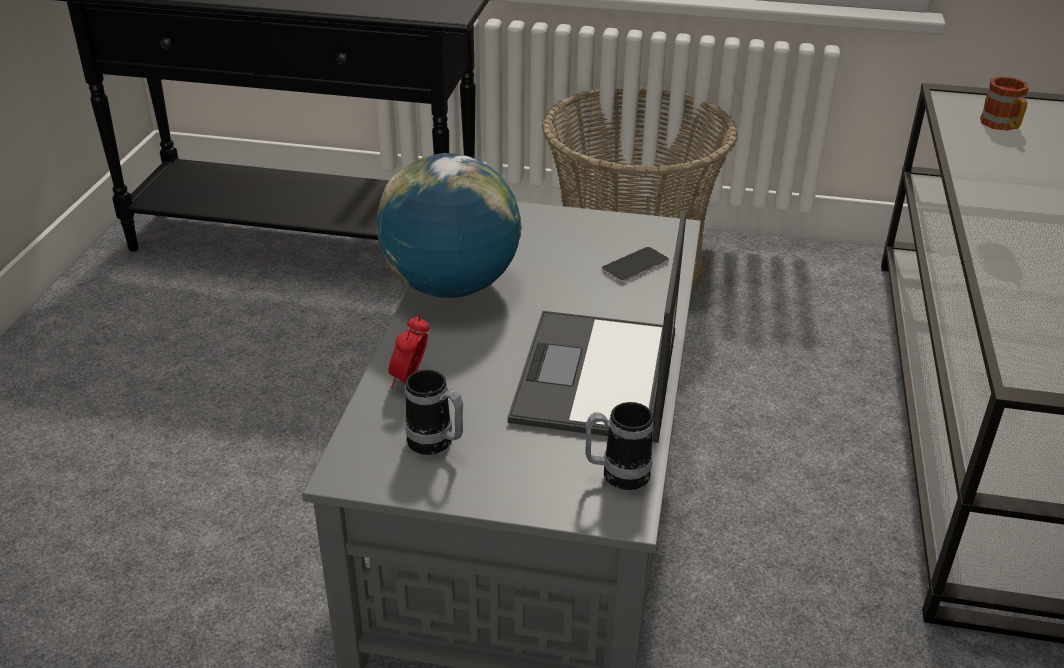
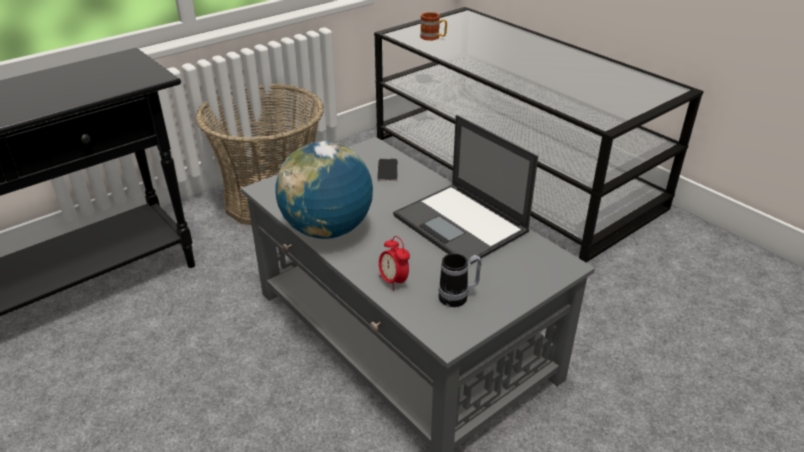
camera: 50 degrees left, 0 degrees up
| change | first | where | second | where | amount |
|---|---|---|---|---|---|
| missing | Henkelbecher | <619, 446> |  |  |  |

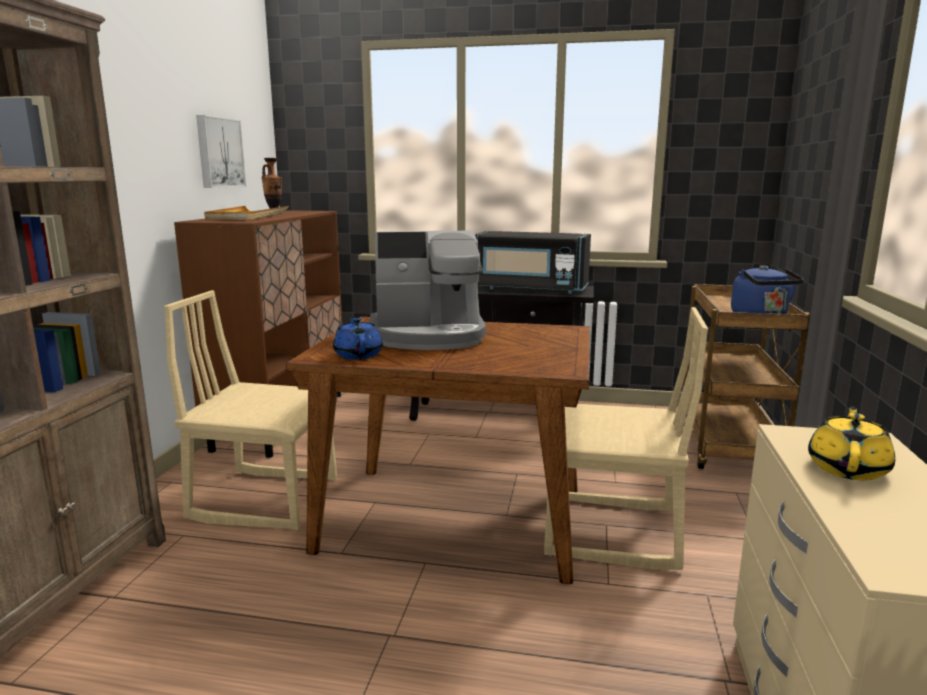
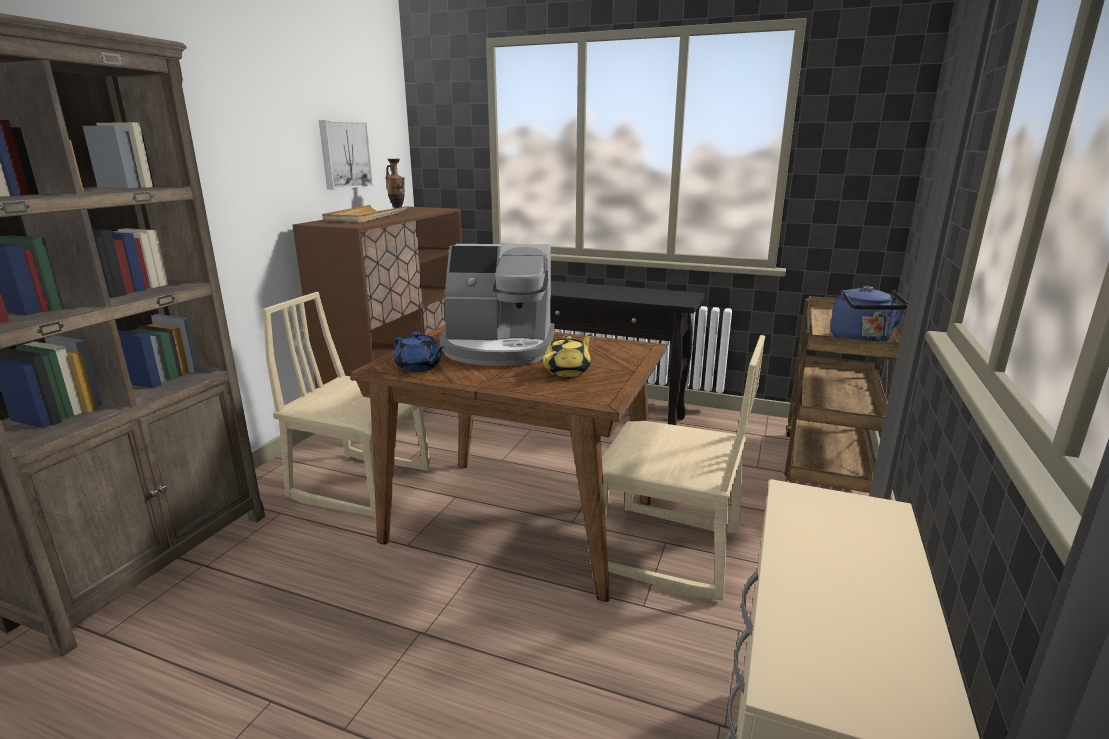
camera: 10 degrees right, 5 degrees up
| change | first | where | second | where | amount |
|---|---|---|---|---|---|
| spun | Teekanne/blau | <358, 339> |  | <419, 352> | 135 degrees clockwise |
| relocated | Teekanne/gelb | <851, 443> |  | <567, 356> |  |
| missing | Mikrowelle/schwarz | <533, 262> |  |  |  |

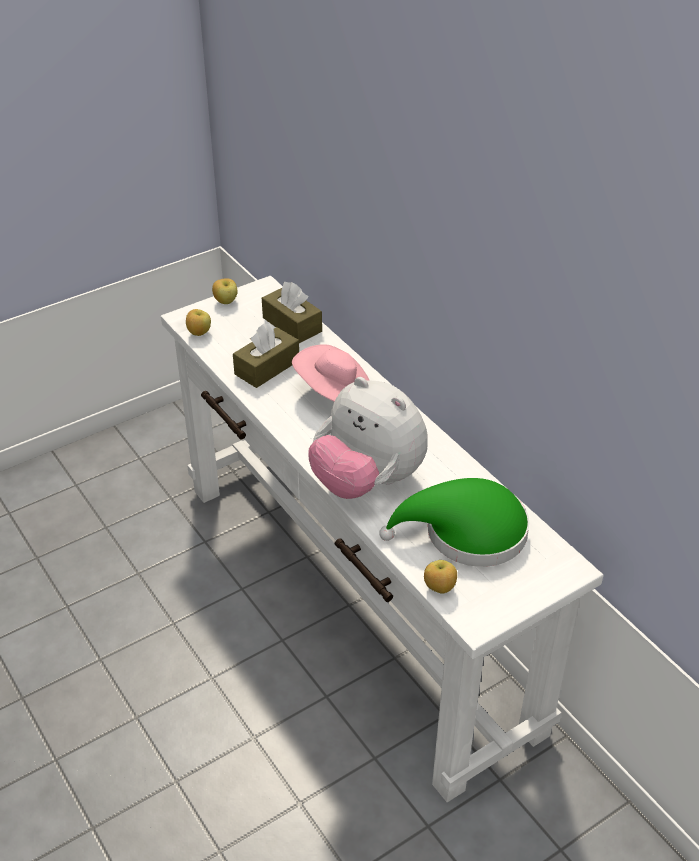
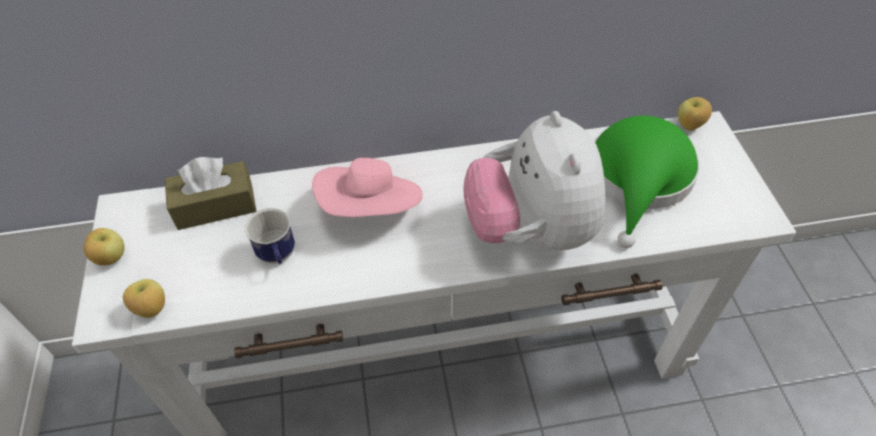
camera: 65 degrees left, 10 degrees up
| change | first | where | second | where | amount |
|---|---|---|---|---|---|
| exchanged | Taschentuchbox/braun | <266, 355> | Henkelbecher | <269, 236> |  |
| spun | Plüschtier | <368, 438> |  | <534, 180> | 105 degrees clockwise |
| relocated | Apfel | <440, 577> |  | <695, 114> |  |

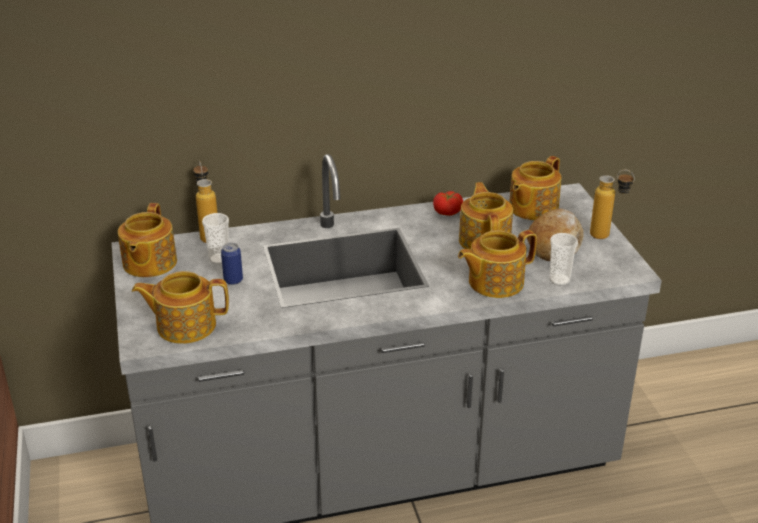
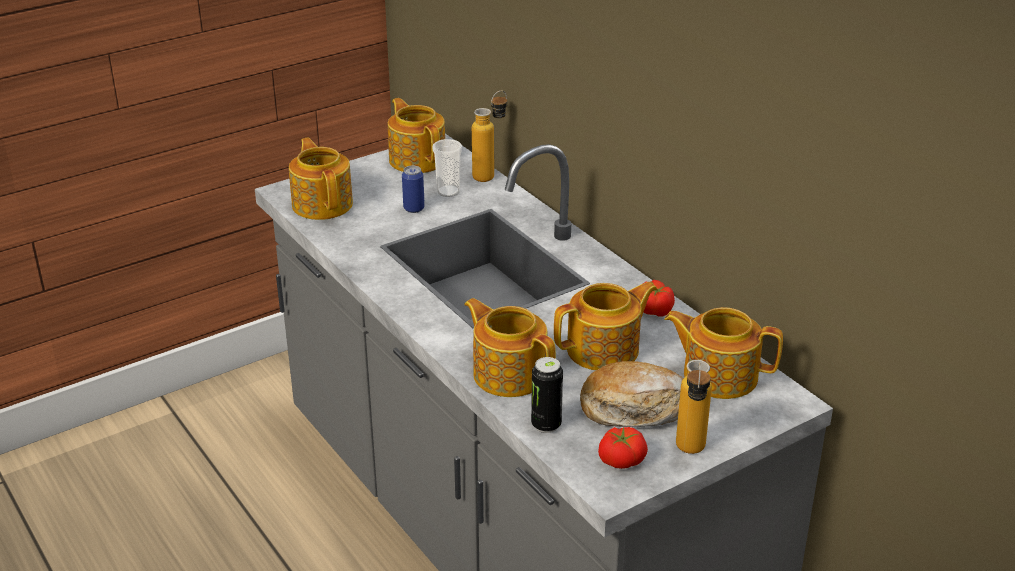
camera: 70 degrees right, 0 degrees up
| change | first | where | second | where | amount |
|---|---|---|---|---|---|
| spun | Teekanne | <147, 240> |  | <416, 135> | 75 degrees clockwise |
| exchanged | Tasse | <563, 259> | Dose | <547, 395> |  |
| appeared |  |  | Tomate | <623, 448> |  |

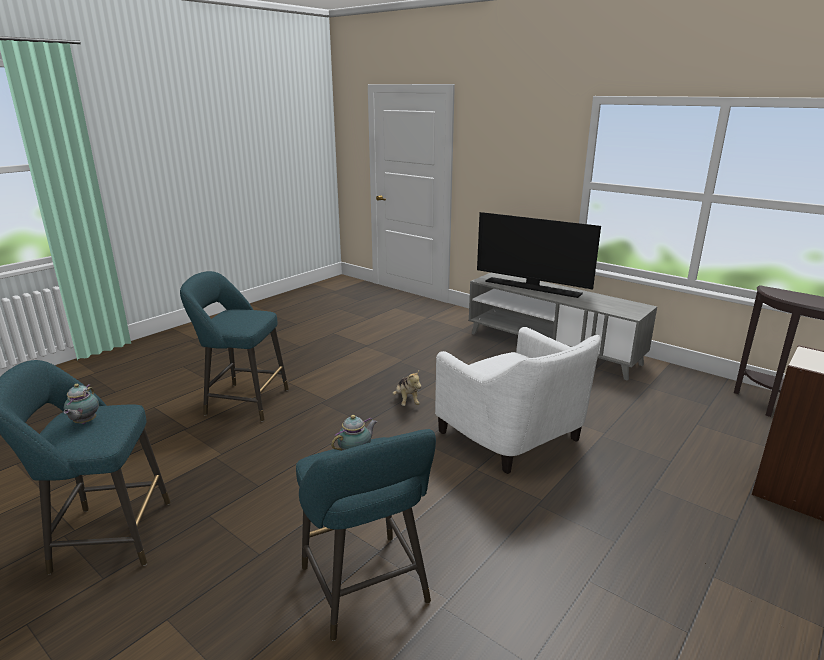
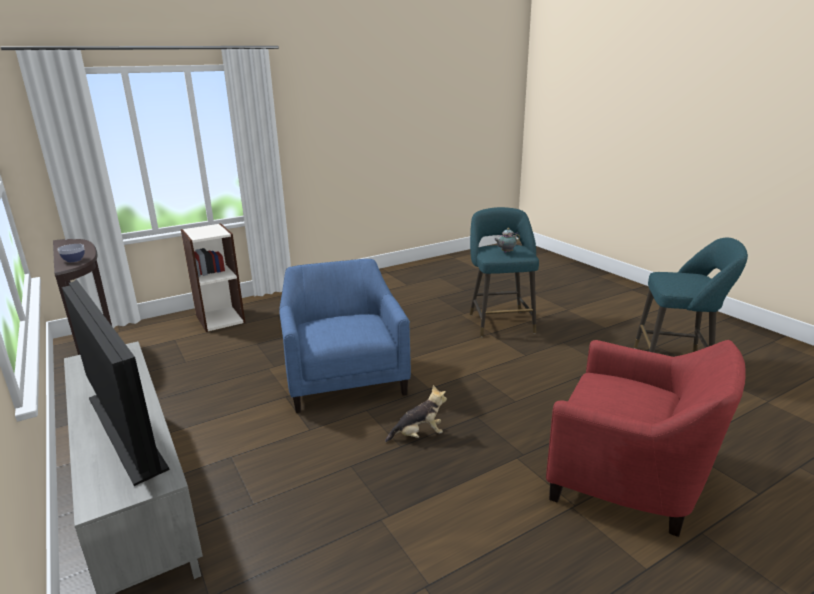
camera: 160 degrees left, 0 degrees up
| change | first | where | second | where | amount |
|---|---|---|---|---|---|
| appeared |  |  | Schüssel | <71, 253> |  |
| colour | Sessel/weiß | <518, 400> | Sessel/blau | <345, 336> |  |
| spun | Plüschtier | <407, 388> |  | <416, 413> | 75 degrees clockwise |
| exchanged | Hocker/türkis | <234, 346> | Sessel/rot | <646, 438> |  |
| missing | Teekanne | <81, 404> |  |  |  |

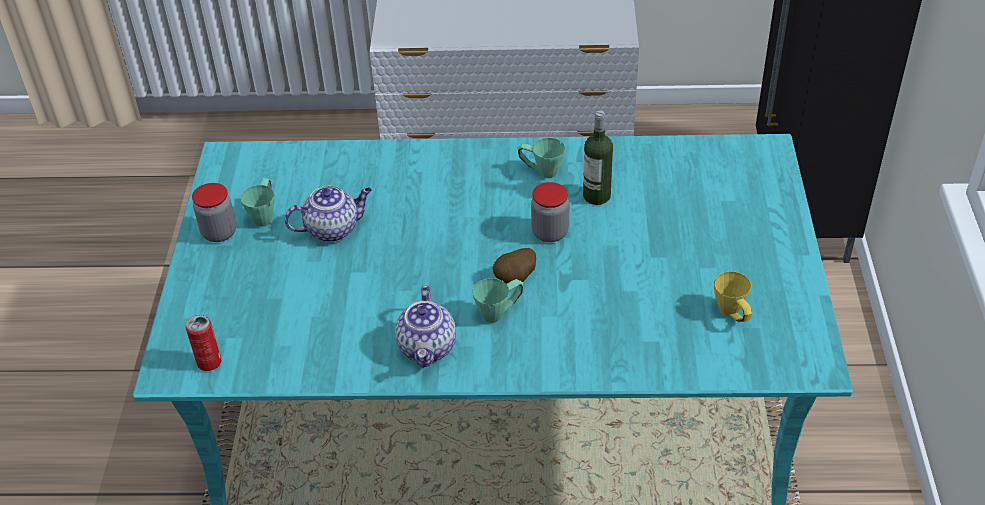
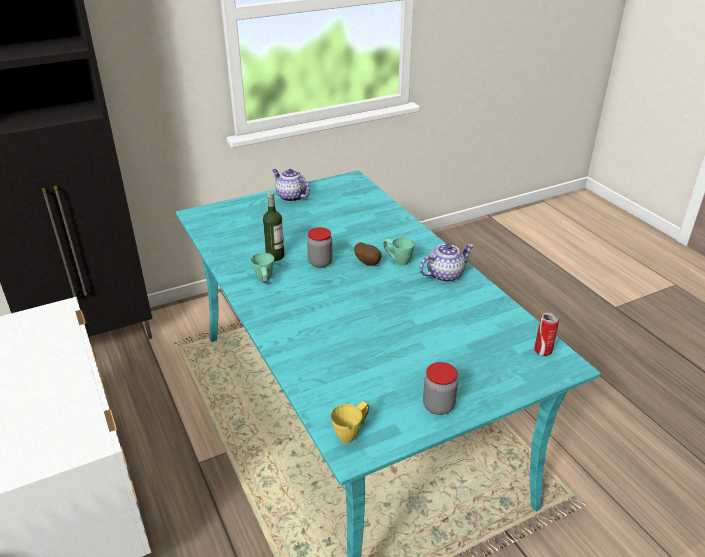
camera: 120 degrees left, 10 degrees down
| change | first | where | second | where | amount |
|---|---|---|---|---|---|
| relocated | Teekanne | <328, 214> |  | <291, 185> |  |
| relocated | Henkelbecher/gelb | <733, 296> |  | <350, 422> |  |
| missing | Henkelbecher/grün | <257, 202> |  |  |  |

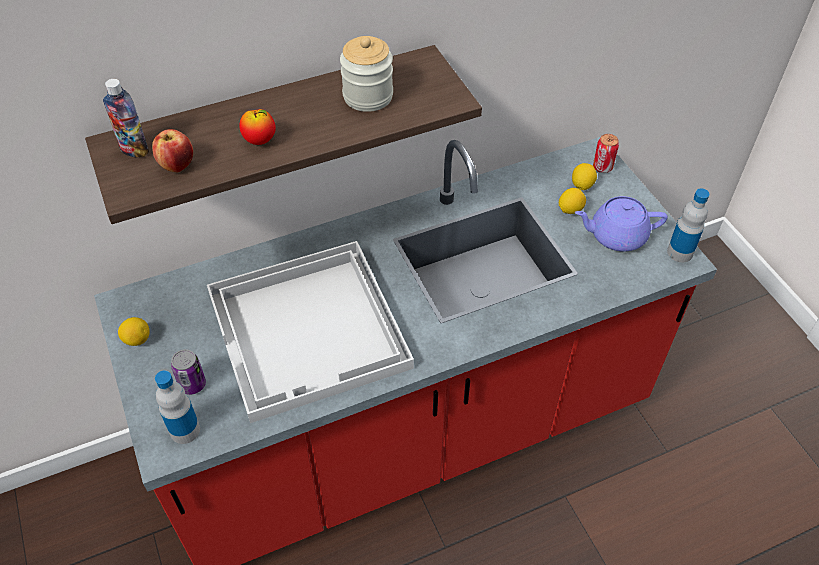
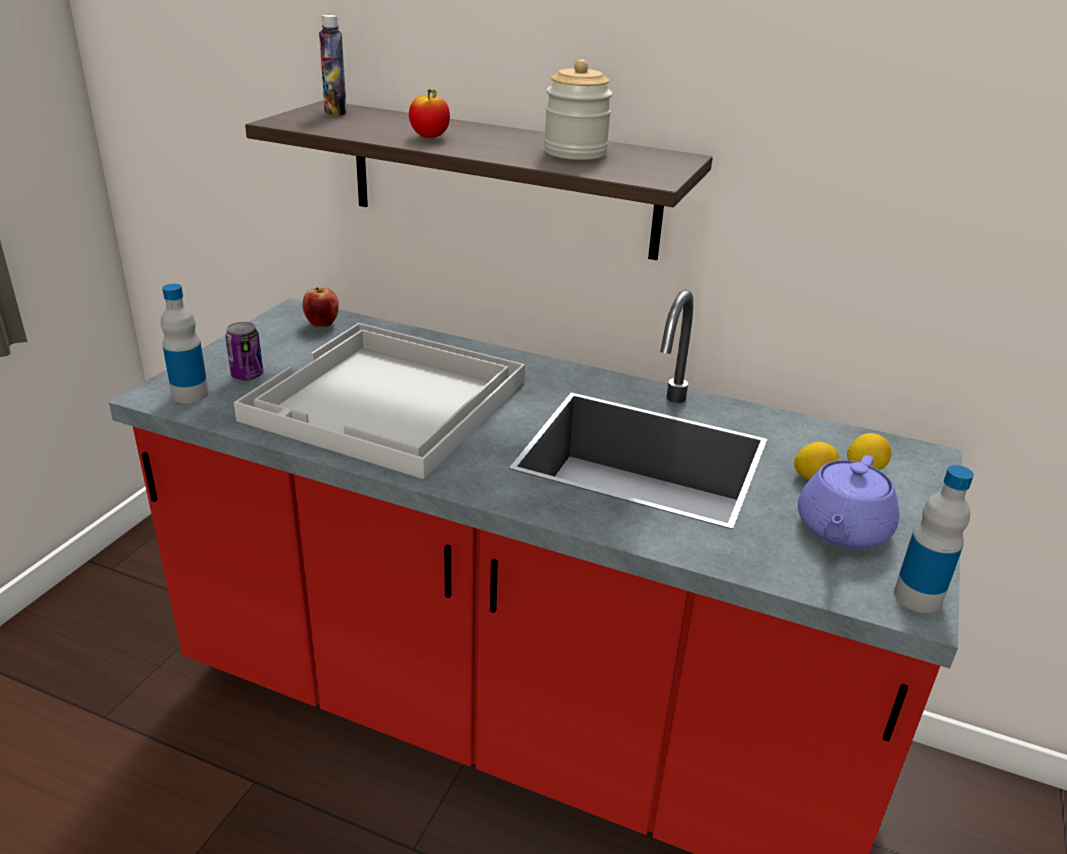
camera: 45 degrees right, 20 degrees down
| change | first | where | second | where | amount |
|---|---|---|---|---|---|
| relocated | Apfel | <172, 150> |  | <320, 307> |  |
| spun | Teekanne/lila | <621, 224> |  | <848, 502> | 105 degrees counterclockwise |
| missing | Zitrone | <134, 331> |  |  |  |
| missing | Dose | <606, 153> |  |  |  |

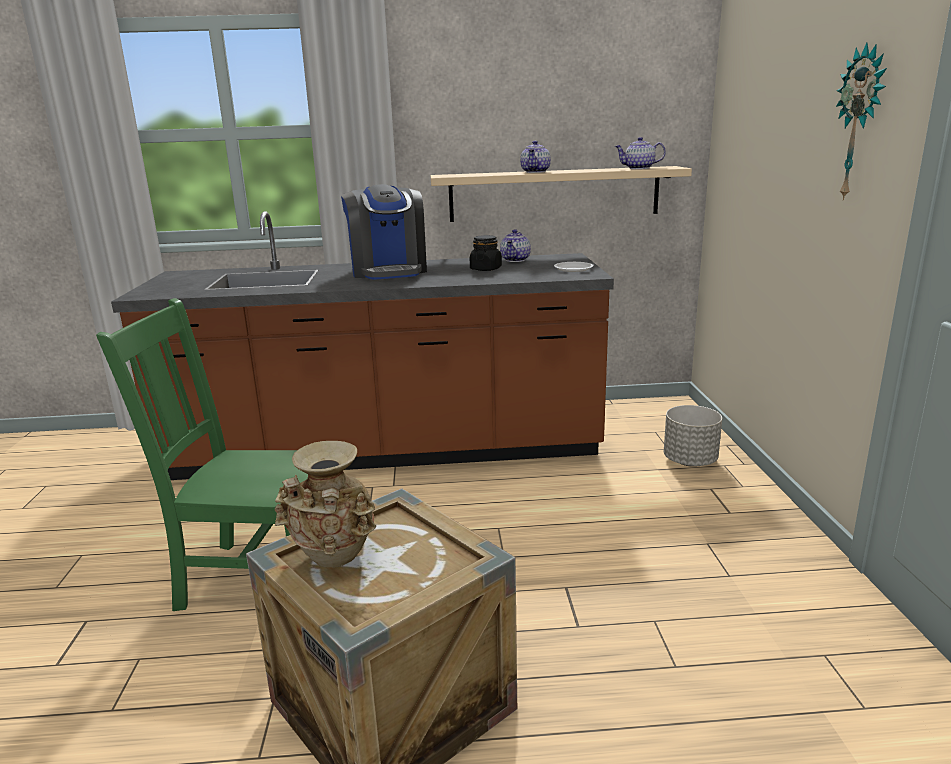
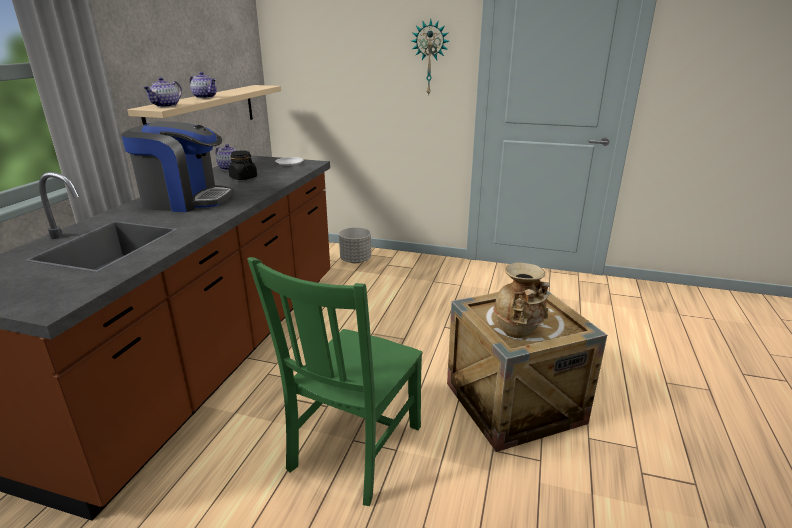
camera: 70 degrees left, 5 degrees up
| change | first | where | second | where | amount |
|---|---|---|---|---|---|
| relocated | Teekanne | <640, 153> |  | <162, 92> |  |

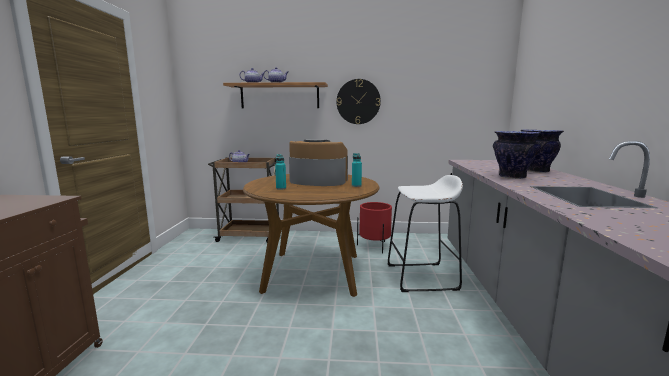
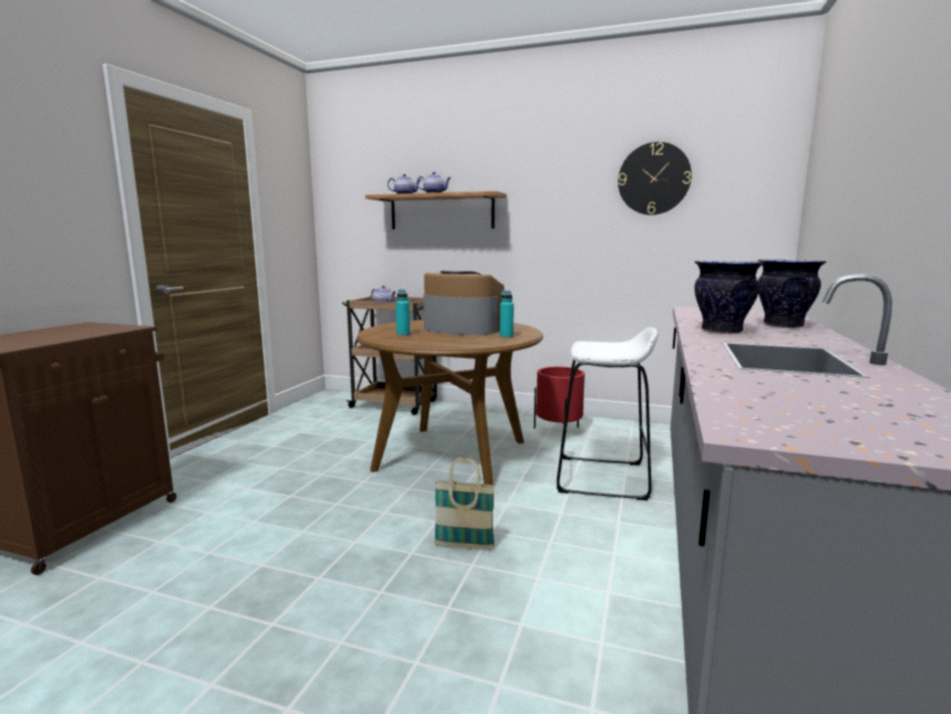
camera: 15 degrees right, 0 degrees up
| change | first | where | second | where | amount |
|---|---|---|---|---|---|
| appeared |  |  | Korb | <464, 503> |  |
| relocated | Wanduhr | <358, 101> |  | <655, 178> |  |

